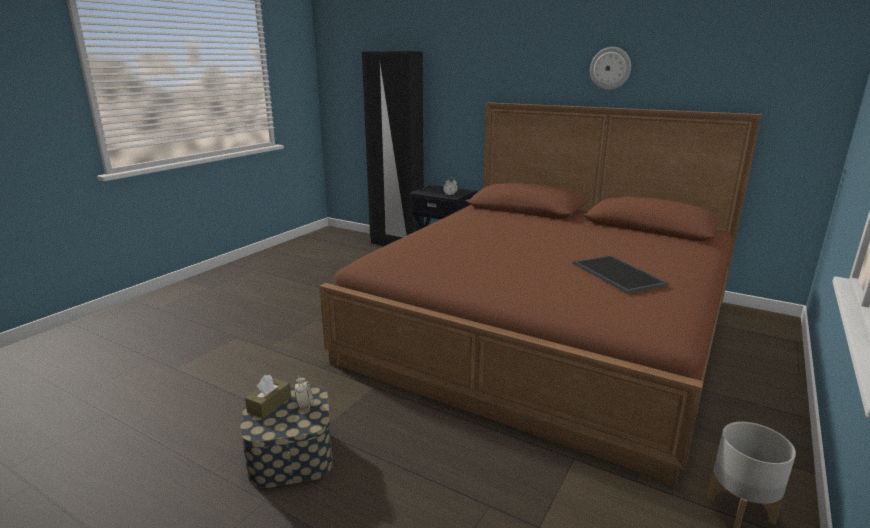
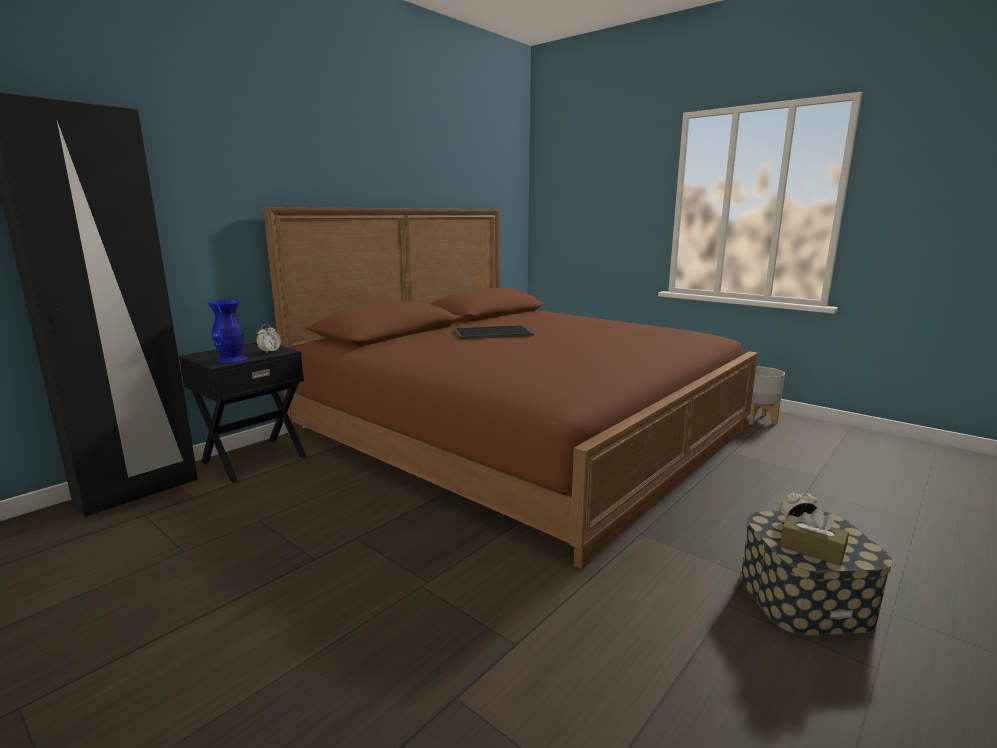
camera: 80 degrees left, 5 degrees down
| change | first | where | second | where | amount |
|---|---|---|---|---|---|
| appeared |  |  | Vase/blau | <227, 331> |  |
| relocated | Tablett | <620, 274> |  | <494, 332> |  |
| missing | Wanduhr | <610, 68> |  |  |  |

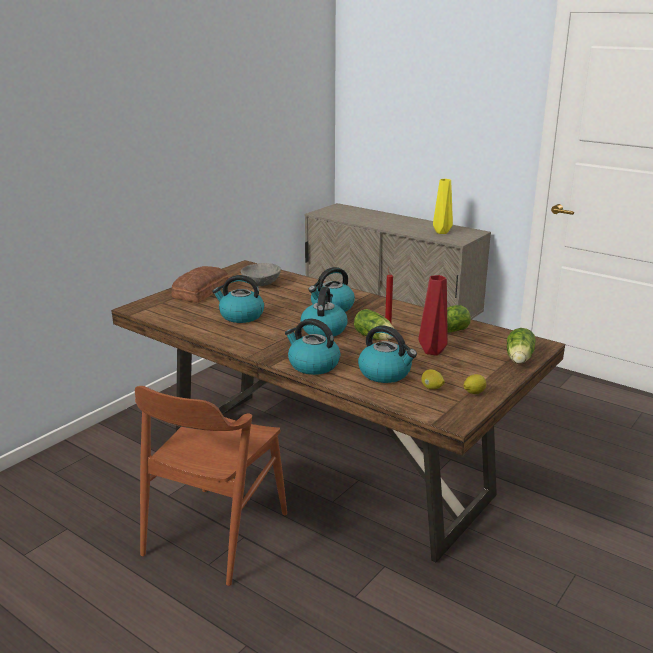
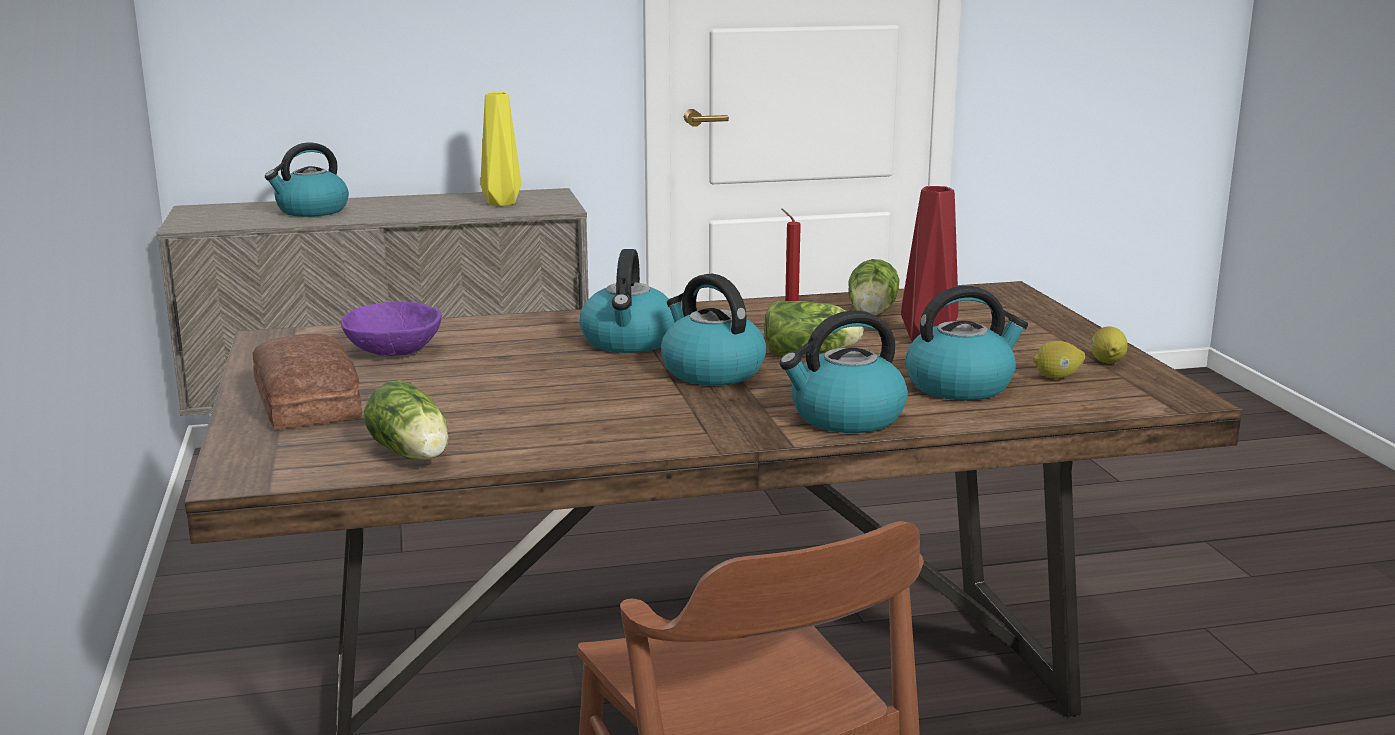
camera: 50 degrees left, 5 degrees down
| change | first | where | second | where | amount |
|---|---|---|---|---|---|
| relocated | Wasserkessel | <238, 299> |  | <307, 179> |  |
| colour | Schüssel/grau | <261, 274> | Schüssel/lila | <391, 329> |  |
| relocated | Salatkopf | <521, 346> |  | <406, 420> |  |

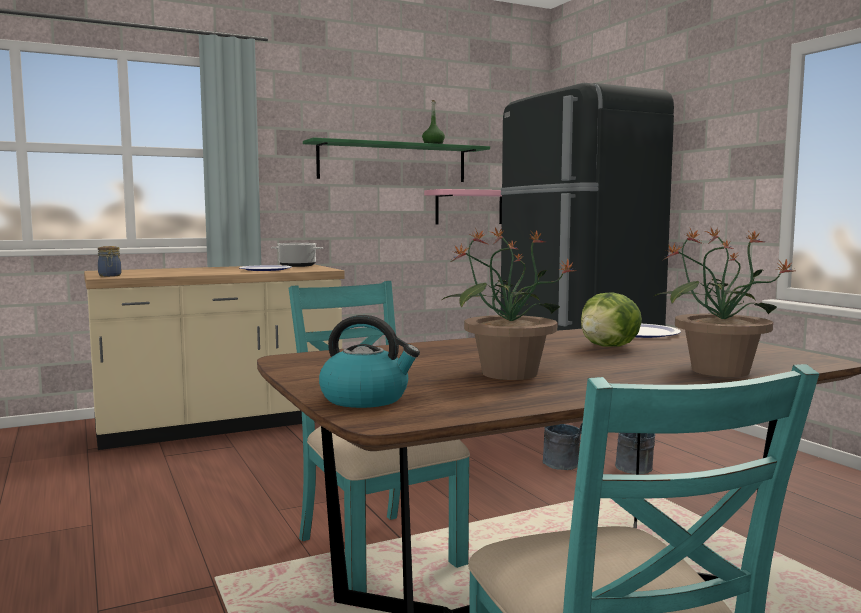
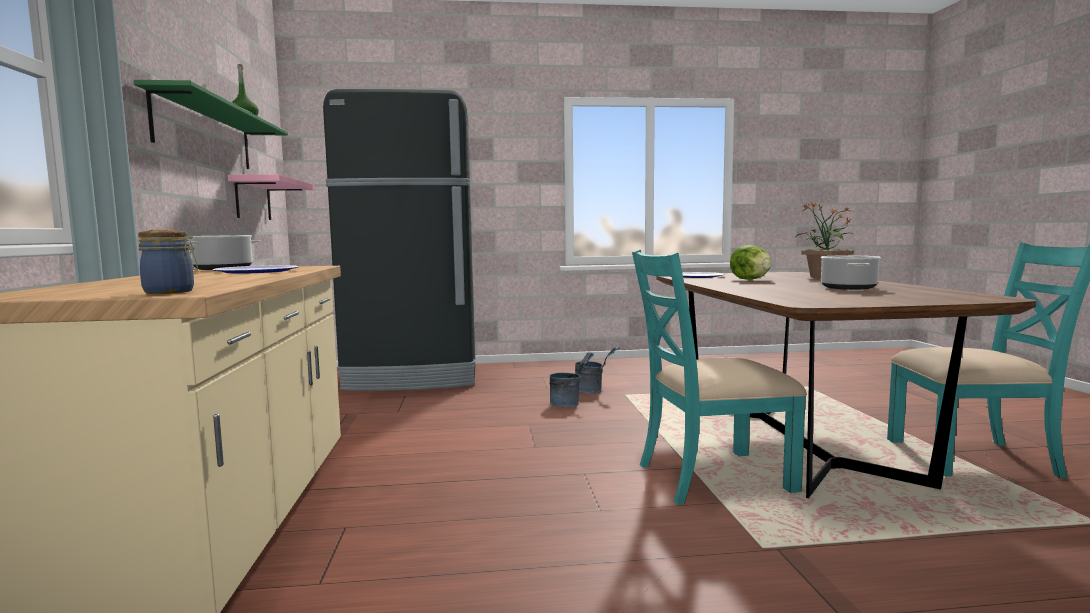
camera: 70 degrees left, 0 degrees up
| change | first | where | second | where | amount |
|---|---|---|---|---|---|
| exchanged | Topfpflanze | <509, 304> | Kochtopf | <850, 273> |  |
| missing | Wasserkessel | <369, 361> |  |  |  |

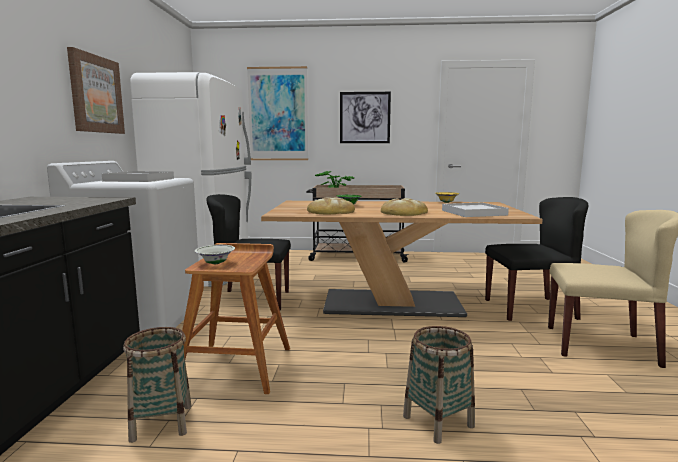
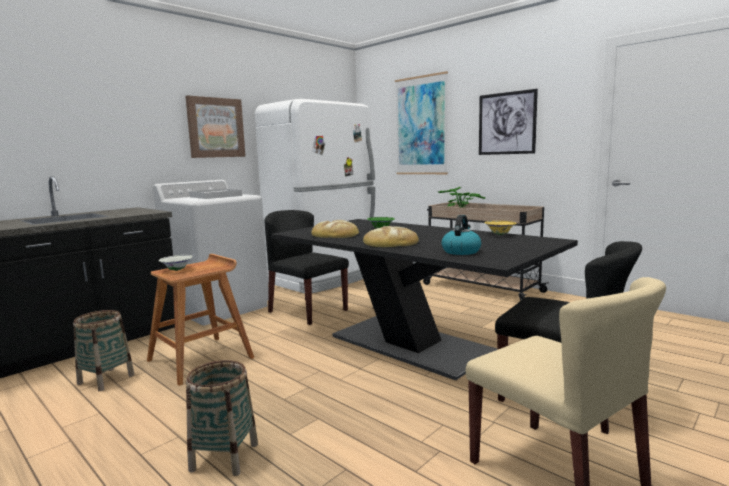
camera: 40 degrees right, 0 degrees up
| change | first | where | second | where | amount |
|---|---|---|---|---|---|
| colour | Esstisch/beige | <402, 259> | Esstisch/schwarz | <424, 299> |  |
| exchanged | Tablett/weiß | <475, 210> | Wasserkessel | <461, 235> |  |

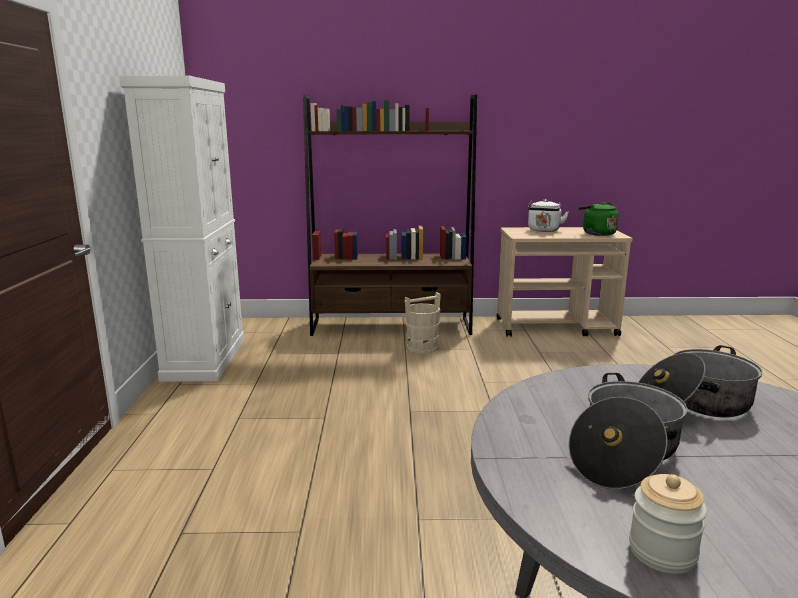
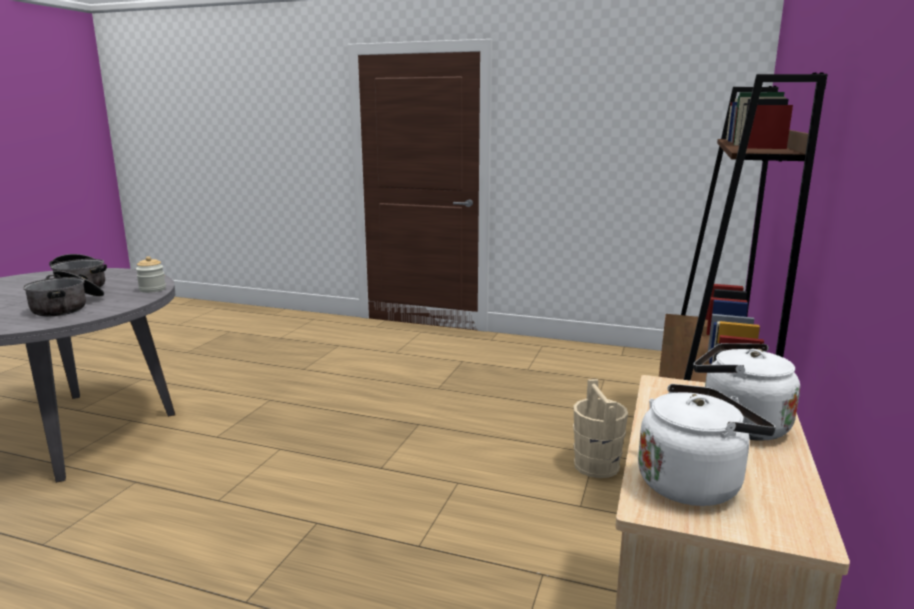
camera: 110 degrees right, 0 degrees up
| change | first | where | second | where | amount |
|---|---|---|---|---|---|
| relocated | Vorratsglas | <668, 524> |  | <151, 274> |  |
| colour | Wasserkessel/grün | <598, 219> | Wasserkessel/weiß | <707, 445> |  |
| missing | Schrank/weiß | <182, 228> |  |  |  |

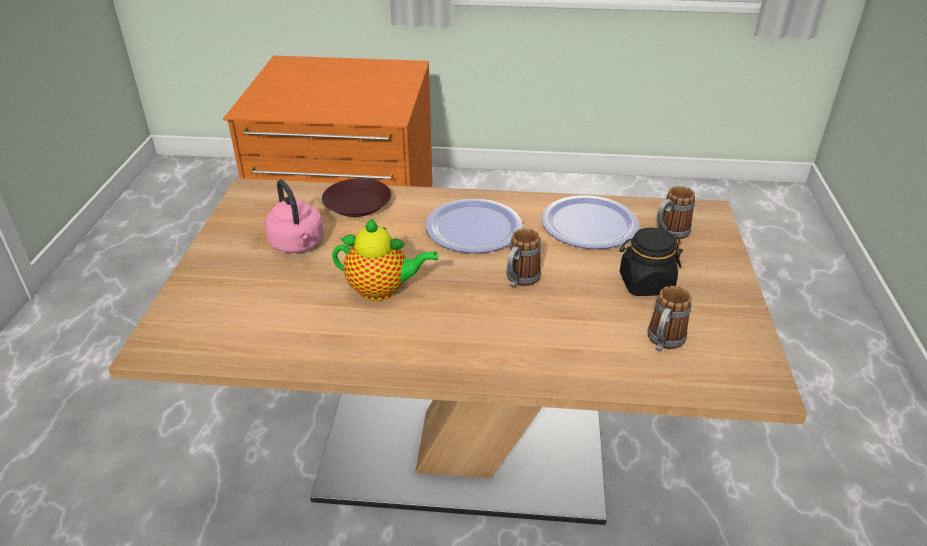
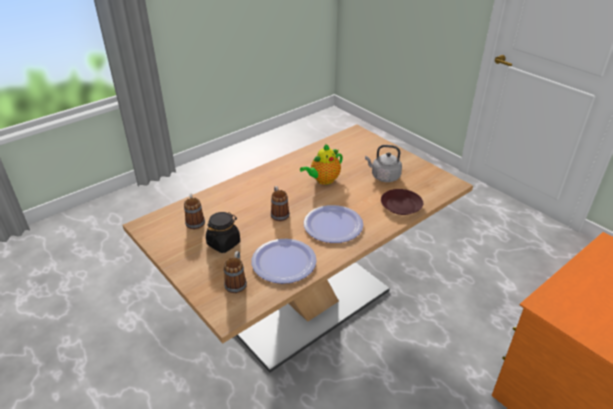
camera: 135 degrees right, 0 degrees up
| change | first | where | second | where | amount |
|---|---|---|---|---|---|
| colour | Wasserkessel/rosa | <294, 216> | Wasserkessel/grau | <383, 163> |  |

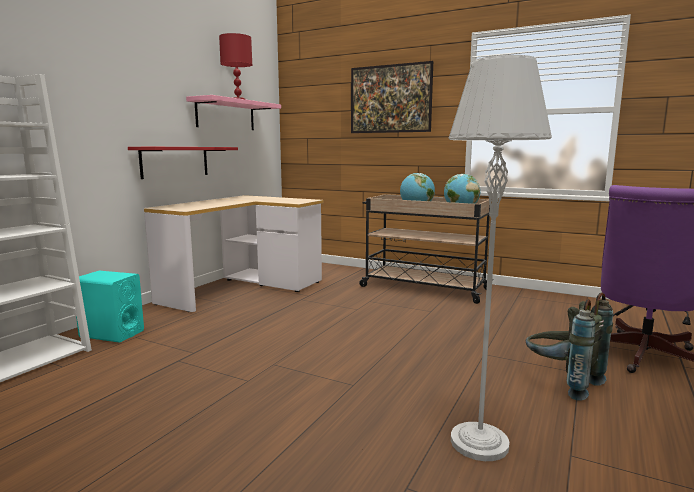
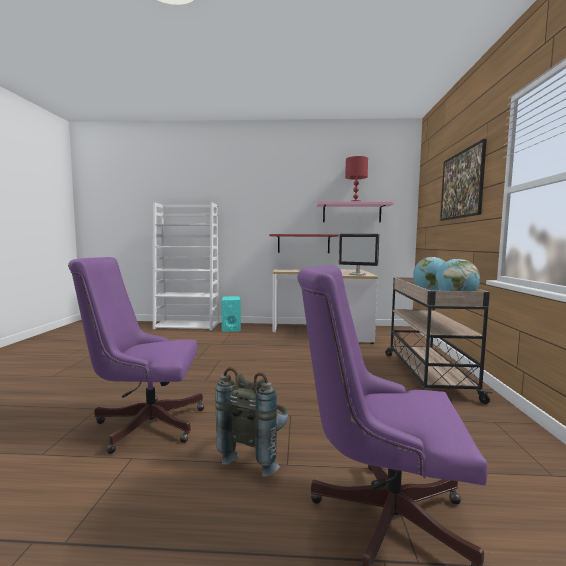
camera: 65 degrees right, 5 degrees down
| change | first | where | second | where | amount |
|---|---|---|---|---|---|
| exchanged | Stehlampe/grau | <500, 258> | Bürostuhl/lila | <136, 355> |  |
| appeared |  |  | Monitor | <359, 254> |  |

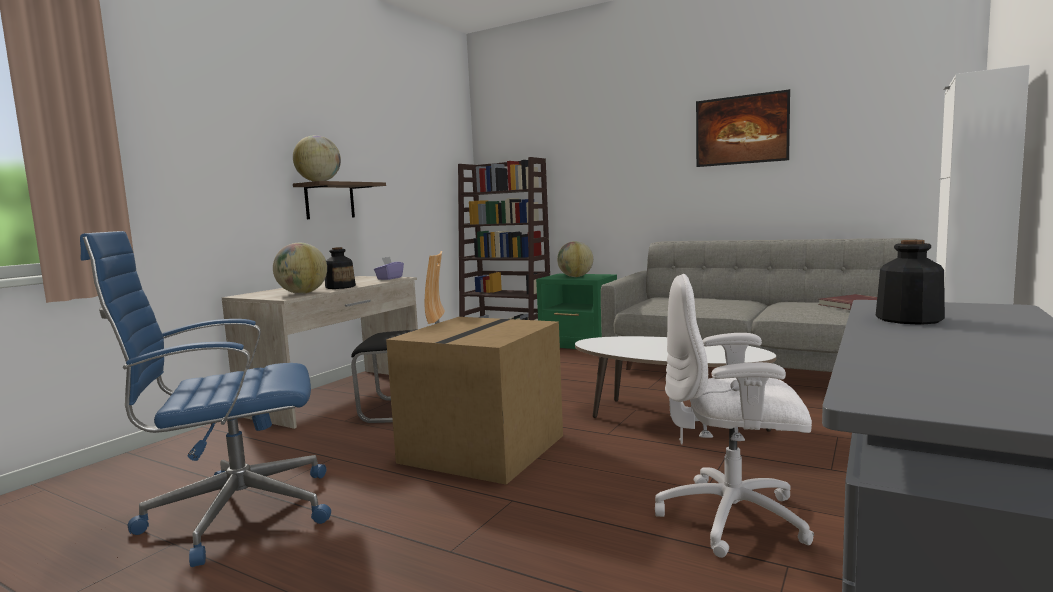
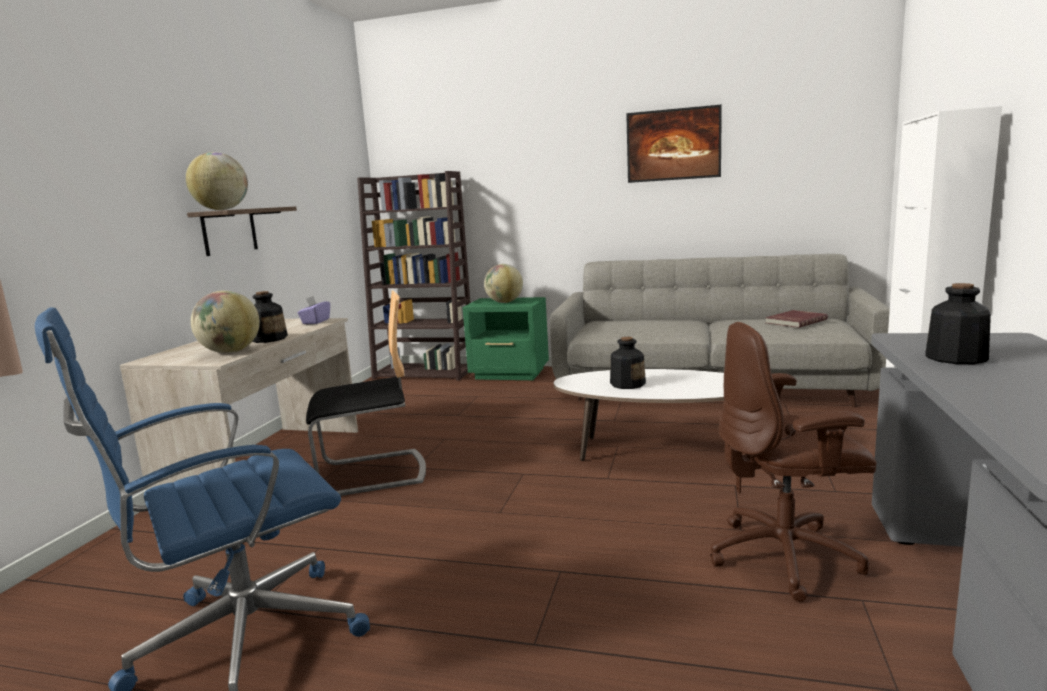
camera: 15 degrees left, 5 degrees up
| change | first | where | second | where | amount |
|---|---|---|---|---|---|
| appeared |  |  | Flasche | <628, 363> |  |
| colour | Bürostuhl/weiß | <734, 416> | Bürostuhl/braun | <793, 462> |  |
| missing | Karton | <474, 401> |  |  |  |

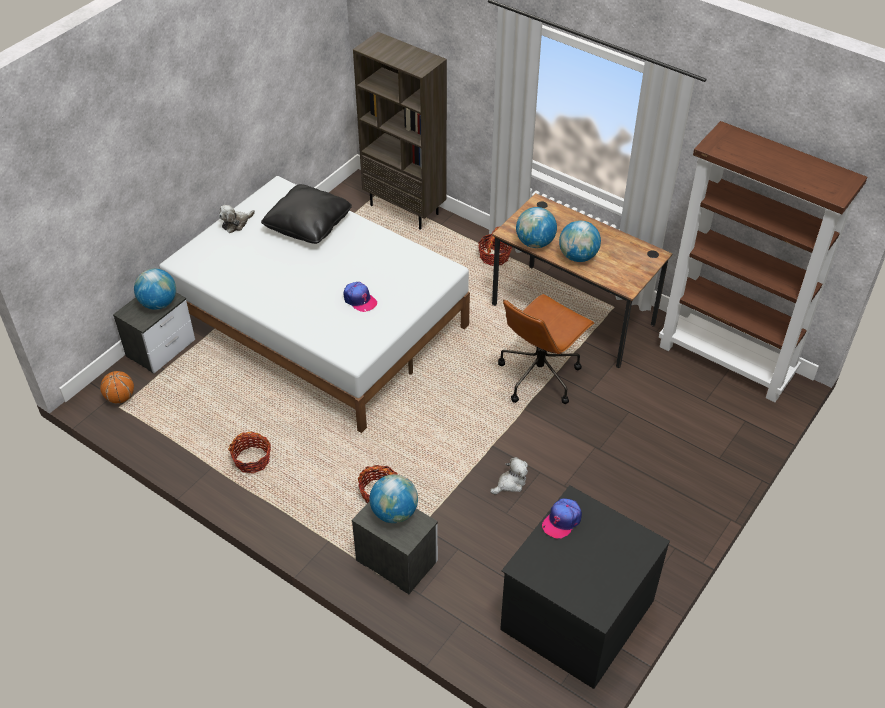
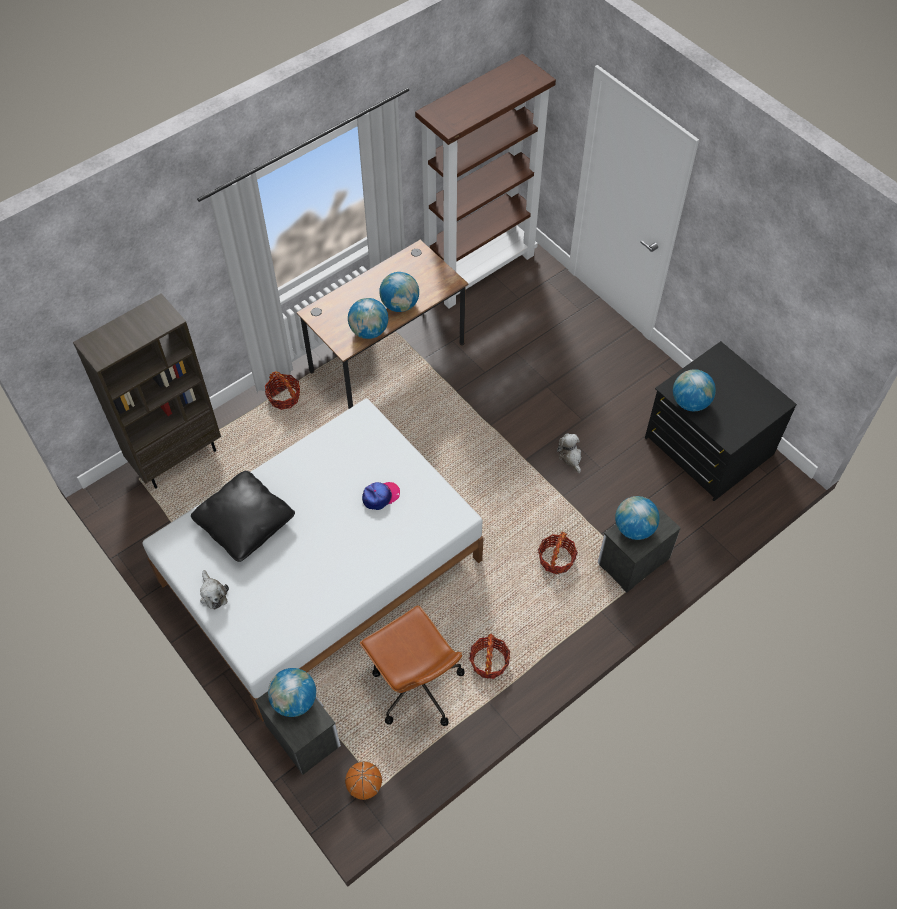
camera: 75 degrees left, 10 degrees up
| change | first | where | second | where | amount |
|---|---|---|---|---|---|
| relocated | Bürostuhl/braun | <546, 349> |  | <412, 665> |  |
| exchanged | Kappe | <562, 518> | Globus | <694, 390> |  |

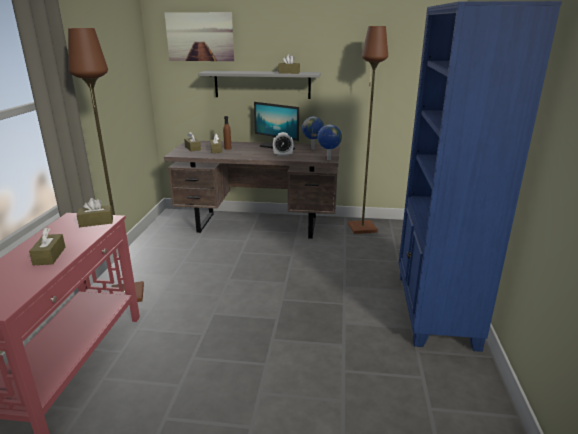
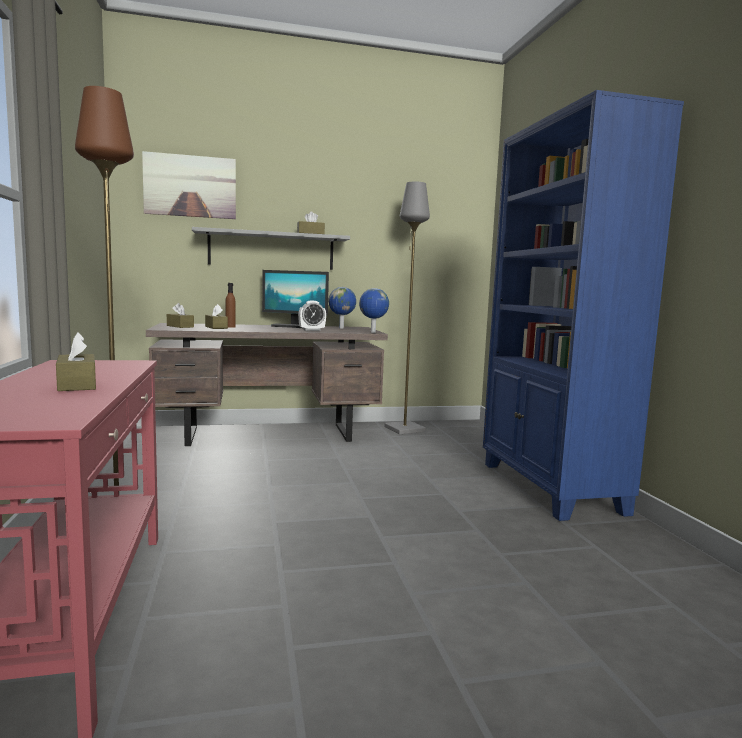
camera: 20 degrees left, 15 degrees down
| change | first | where | second | where | amount |
|---|---|---|---|---|---|
| colour | Stehlampe/braun | <368, 130> | Stehlampe/grau | <407, 307> |  |
| missing | Taschentuchbox/braun | <95, 212> |  |  |  |

